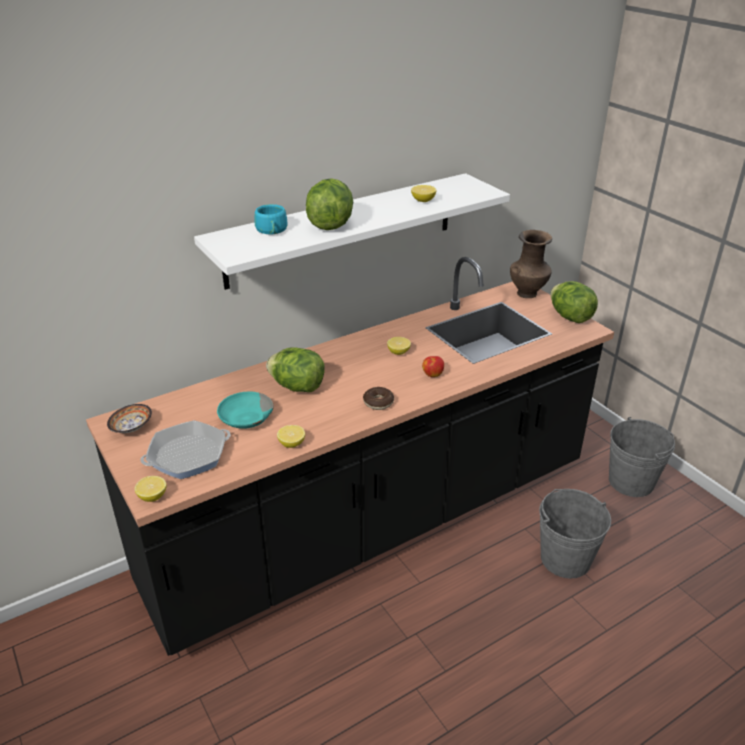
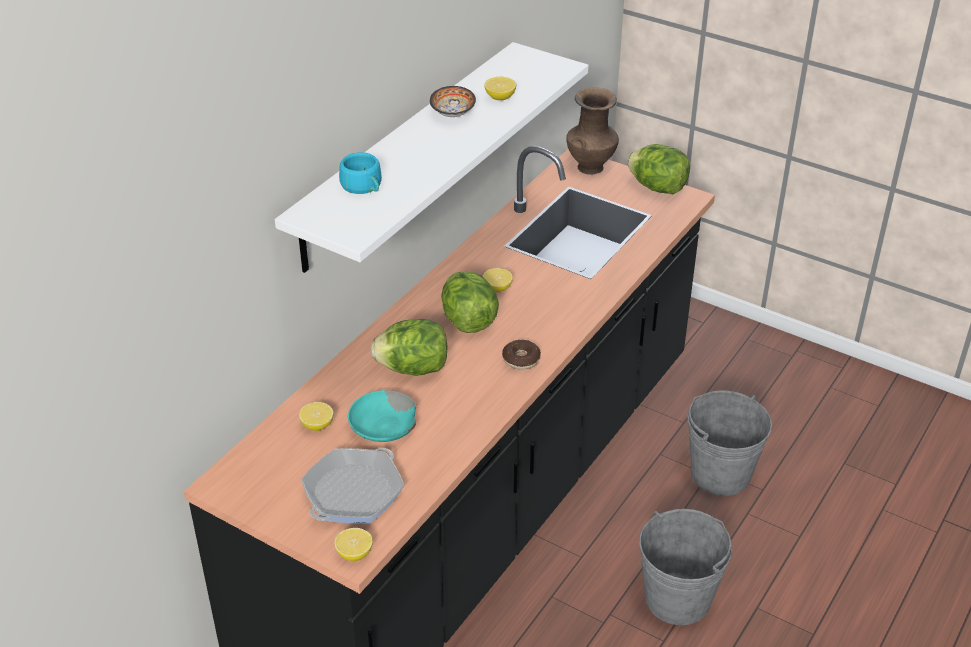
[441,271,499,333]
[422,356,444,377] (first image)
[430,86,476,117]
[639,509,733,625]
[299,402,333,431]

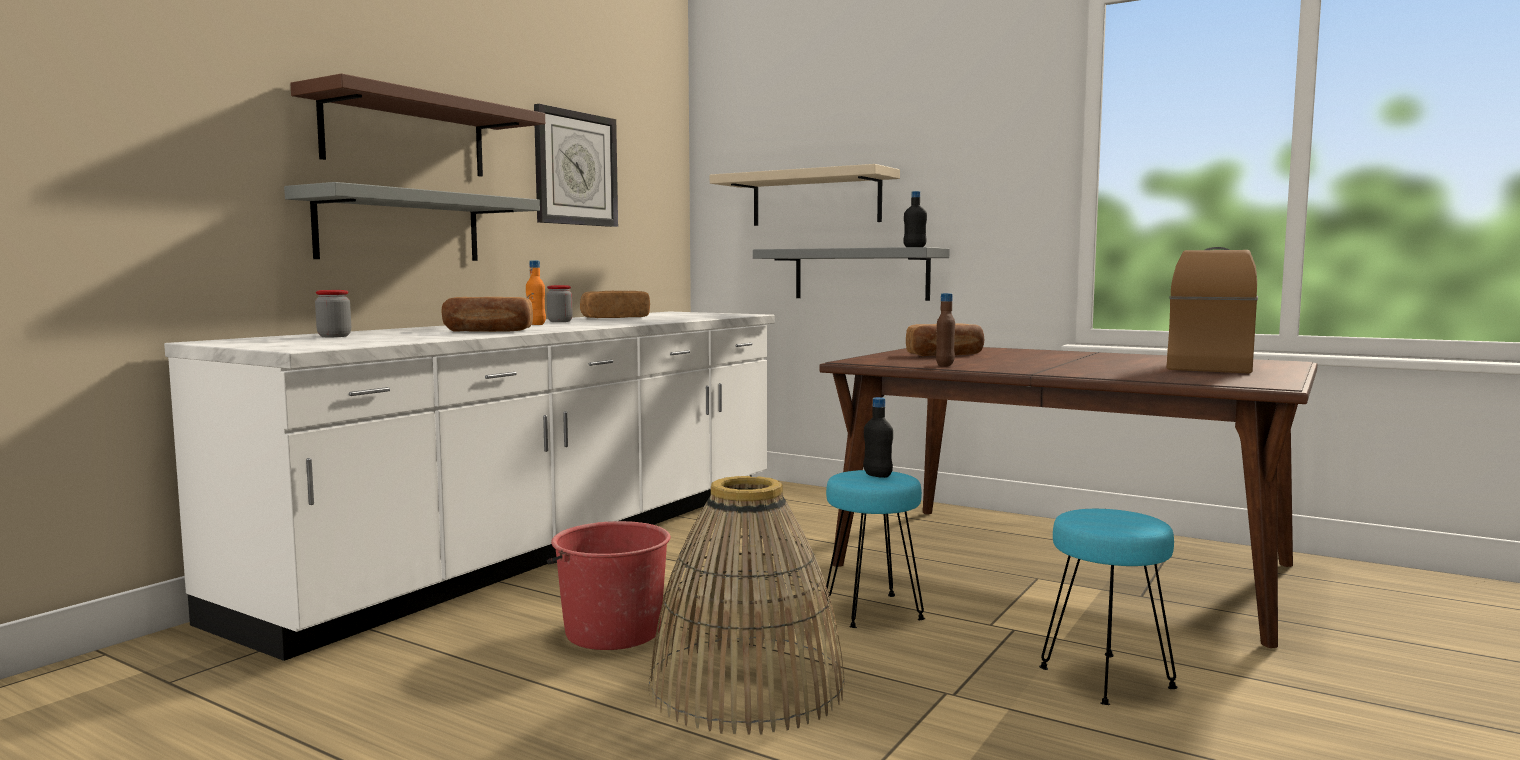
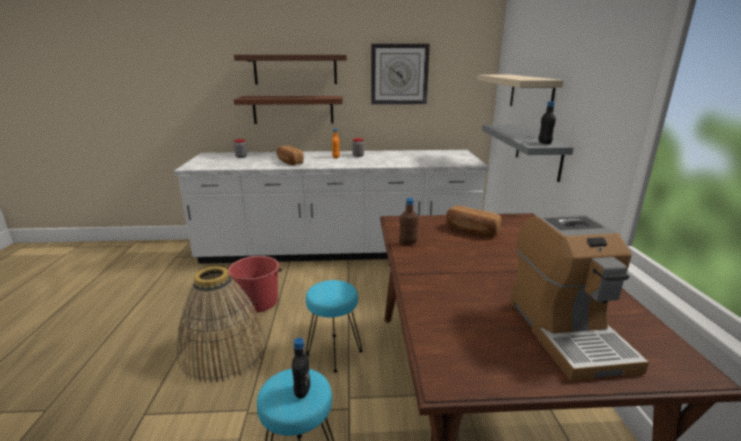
[234,96,343,124]
[510,214,649,381]
[580,291,650,318] (first image)
[292,338,310,399]

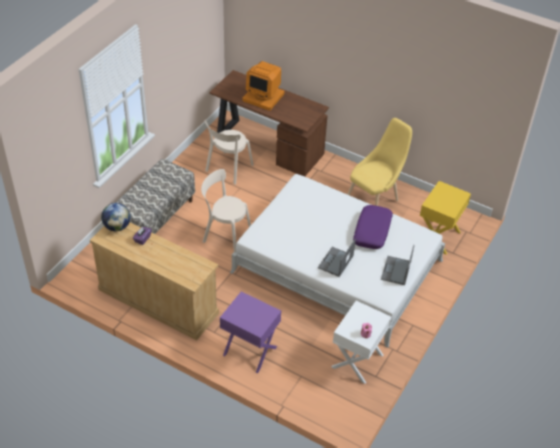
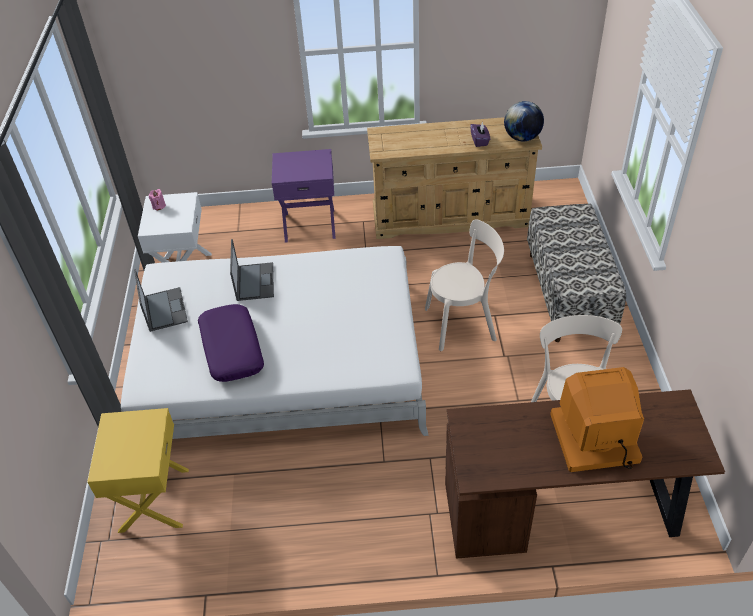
[347,118,412,206] (first image)

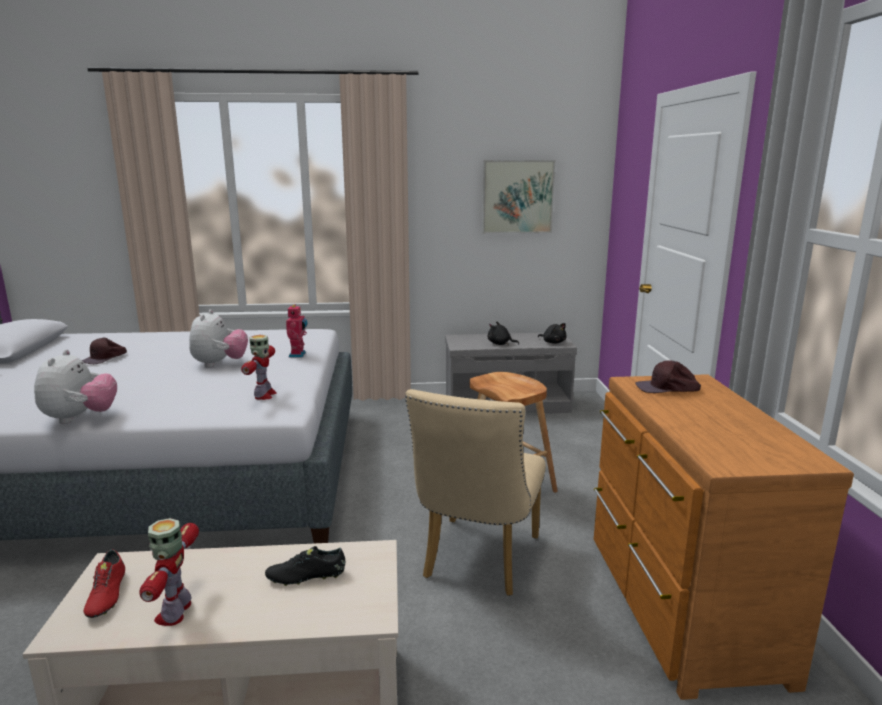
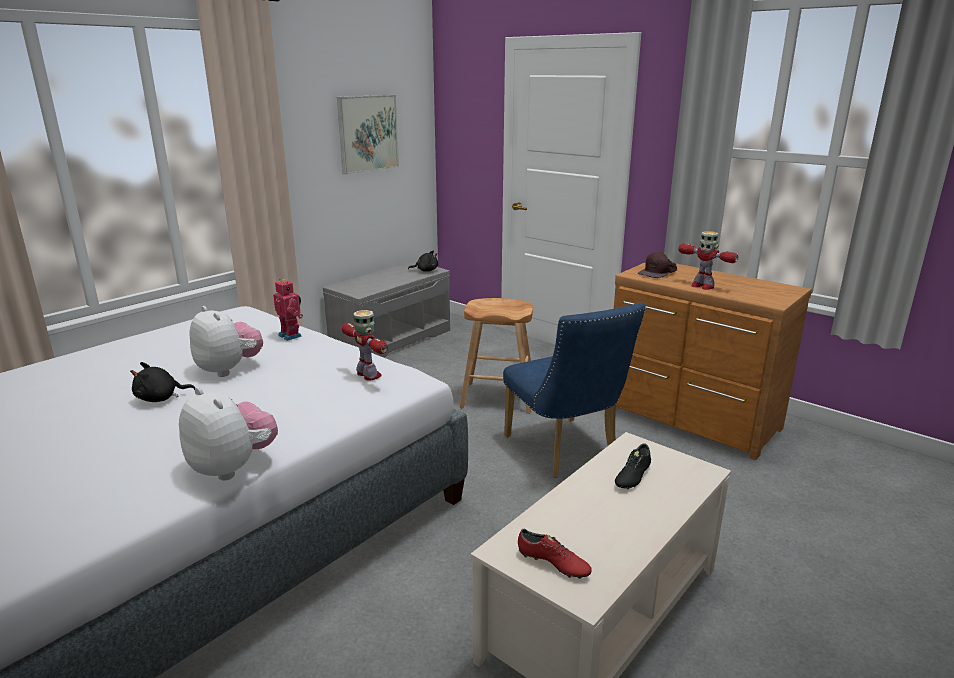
[130,362,195,402]
[82,337,127,364] (first image)
[503,302,646,478]
[678,231,738,290]

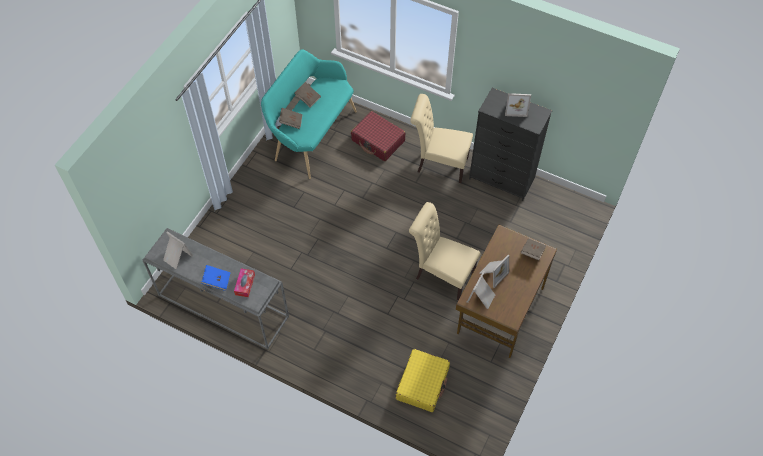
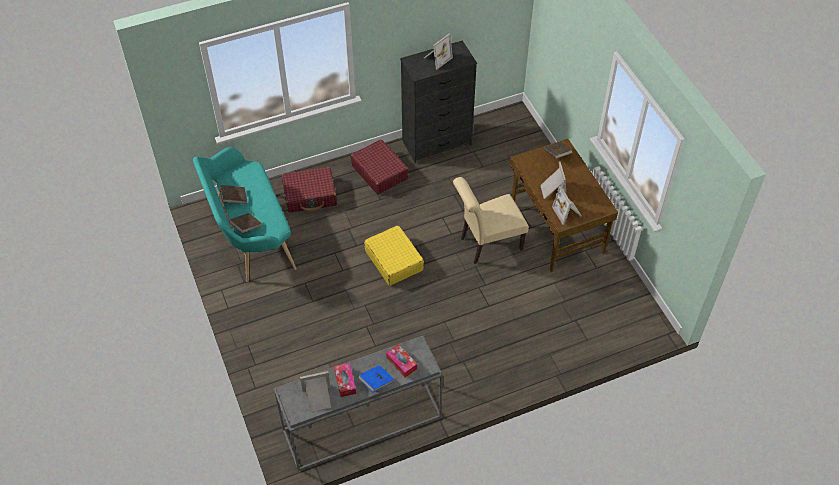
[351,139,409,194]
[364,225,424,286]
[334,363,356,397]

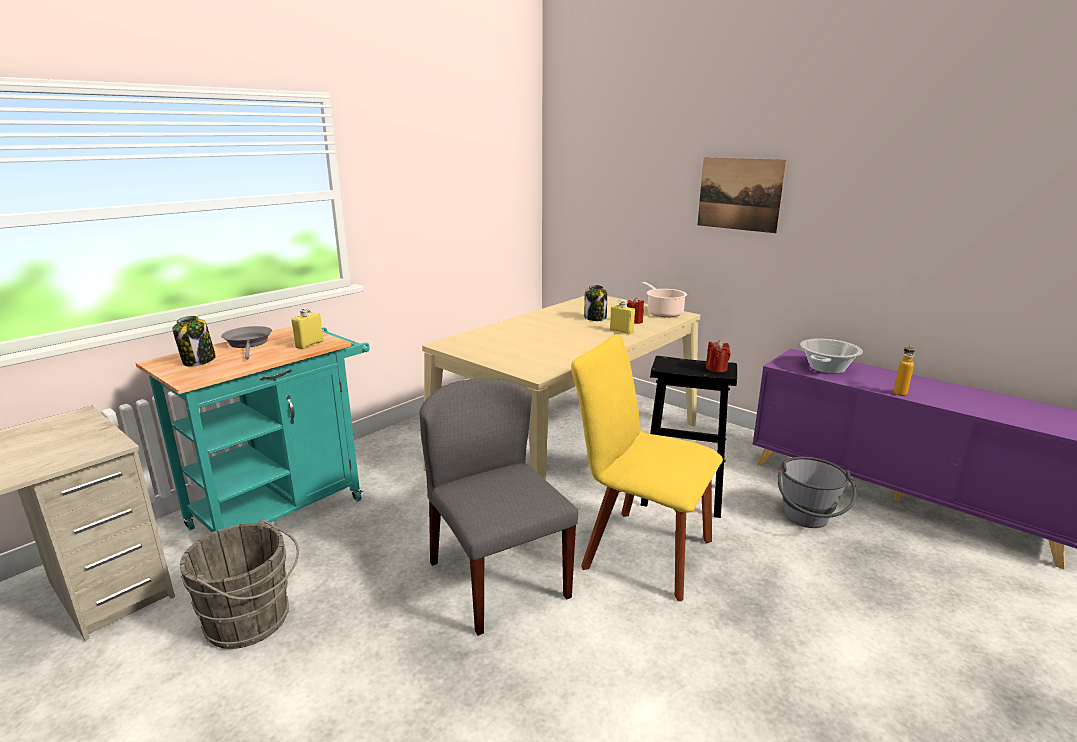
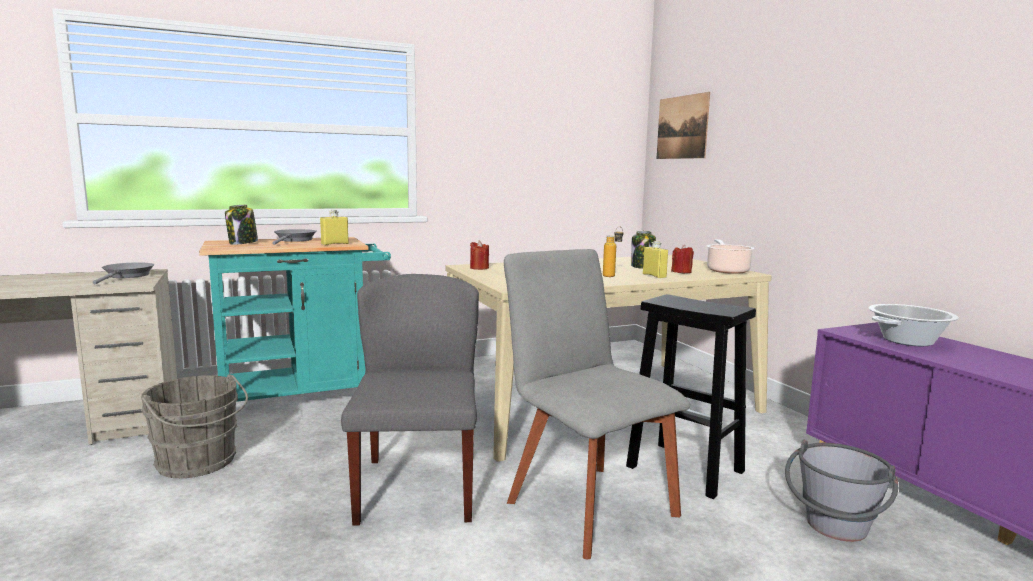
[657,92,710,159]
[504,249,690,559]
[470,241,489,270]
[603,226,624,277]
[93,262,155,285]

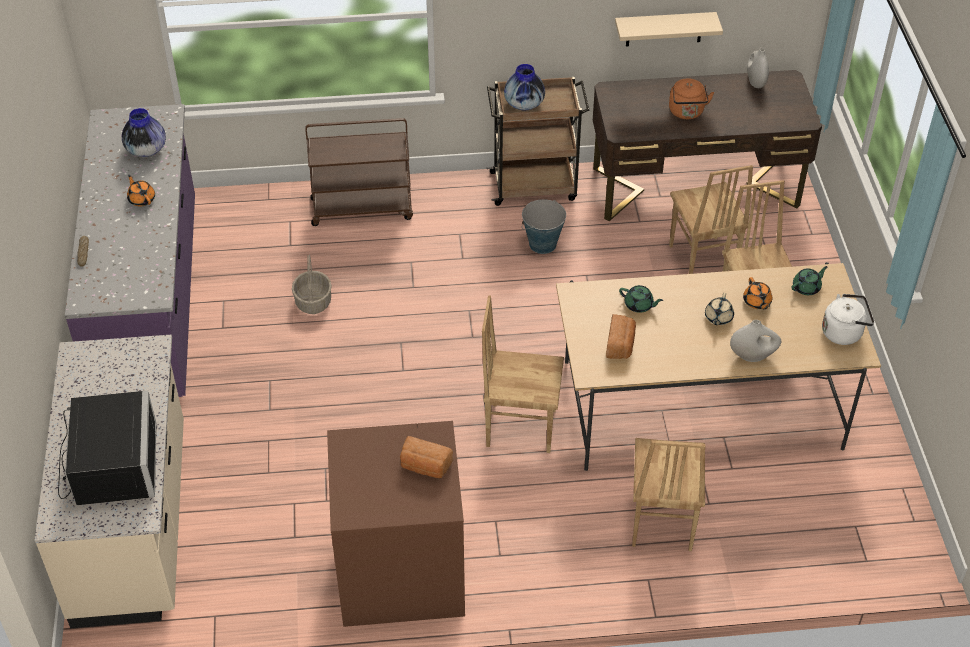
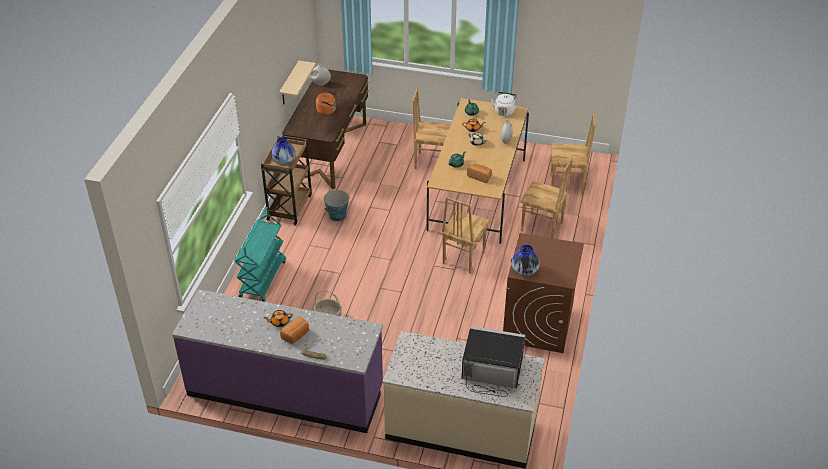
[511,245,540,276]
[234,207,286,302]
[551,112,595,195]
[280,316,309,344]

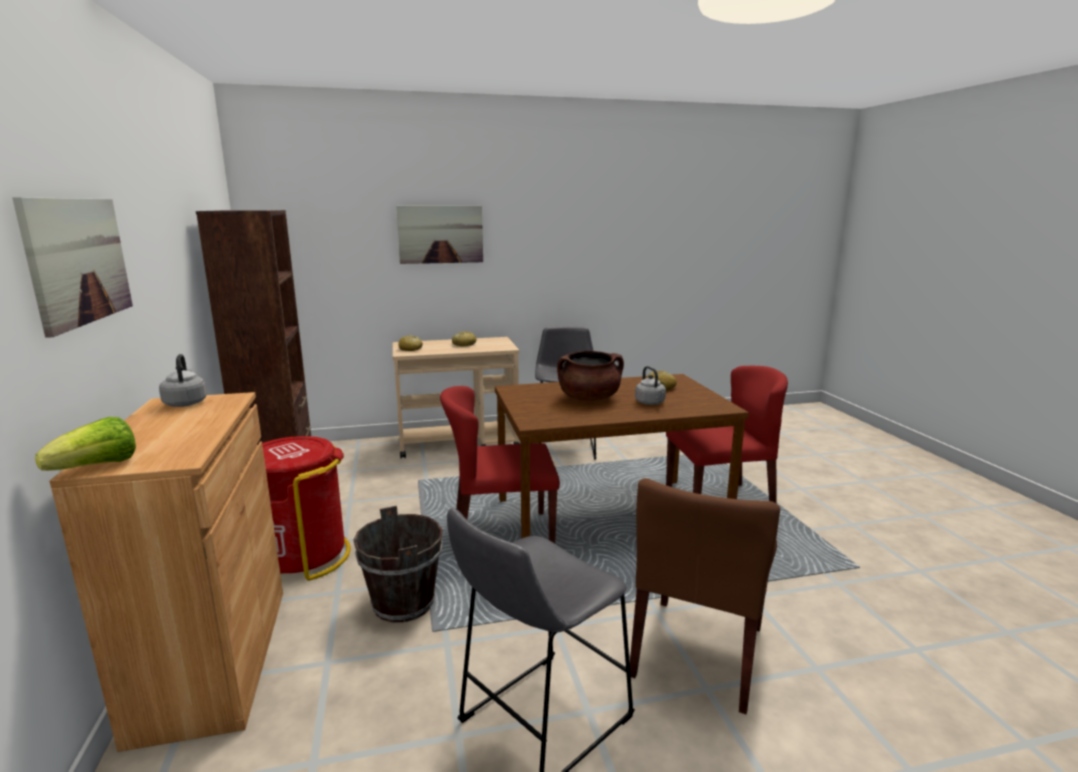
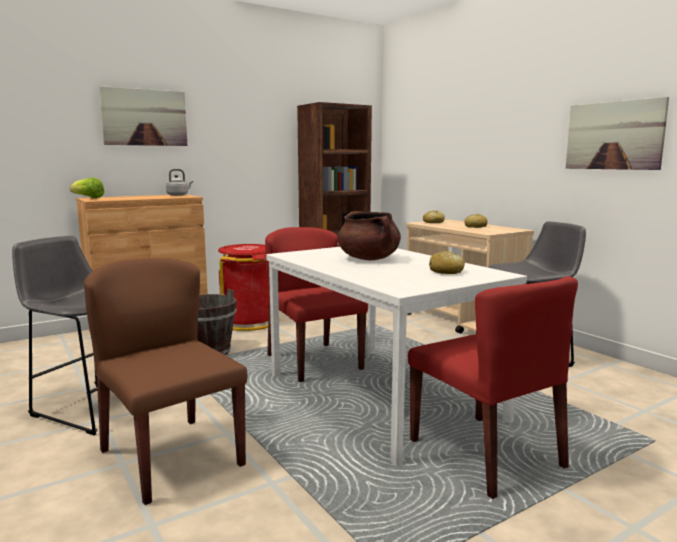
[566,97,669,170]
[635,366,666,405] (first image)
[266,247,527,466]
[84,258,247,505]

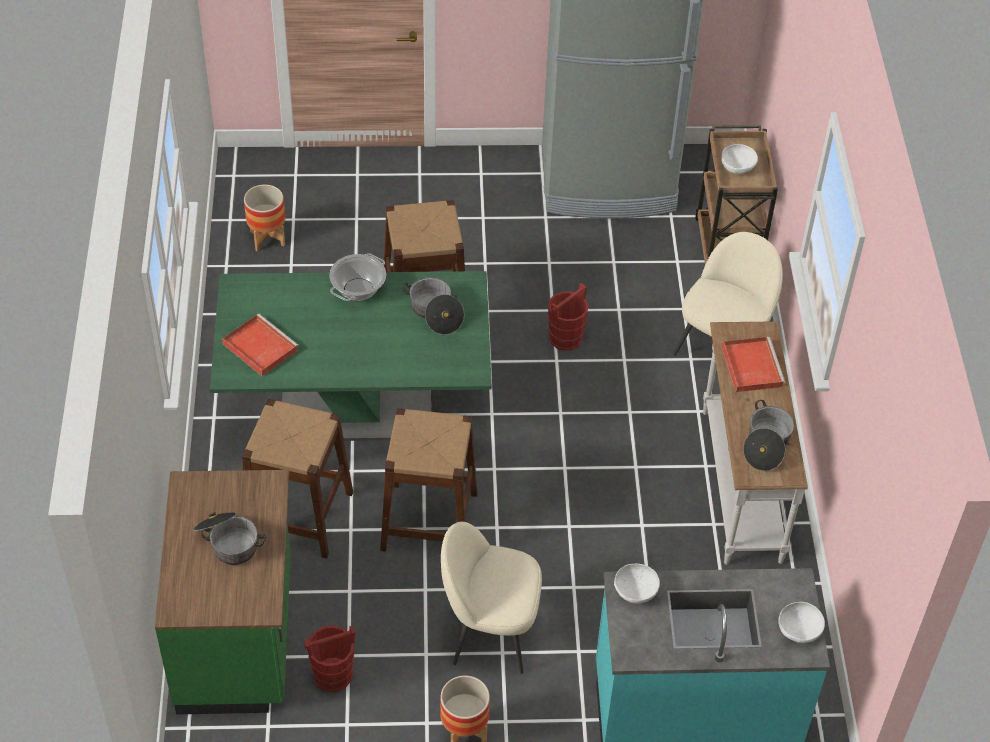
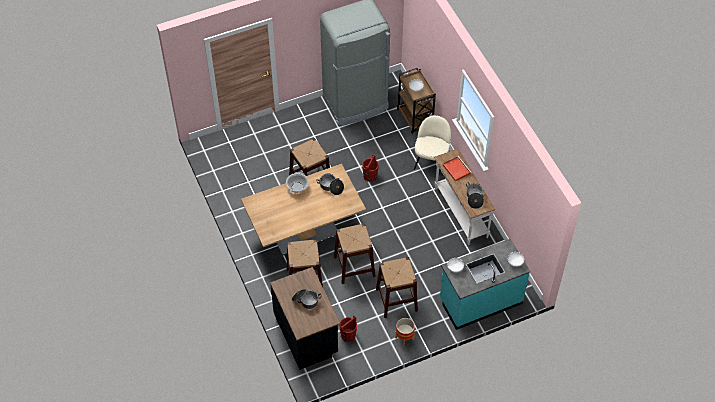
[244,185,285,251] (first image)
[241,164,366,255]
[222,314,299,376] (first image)
[270,267,340,370]
[376,257,418,318]

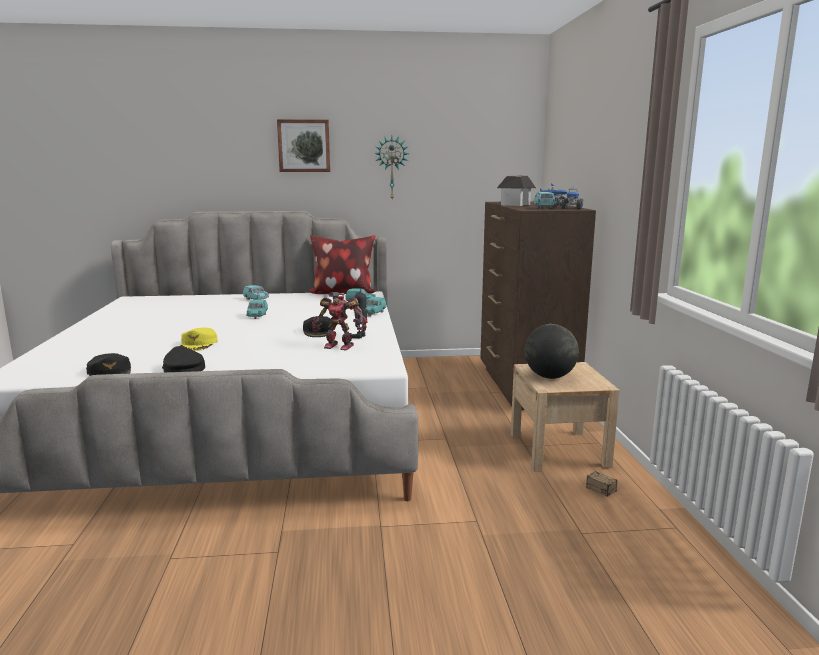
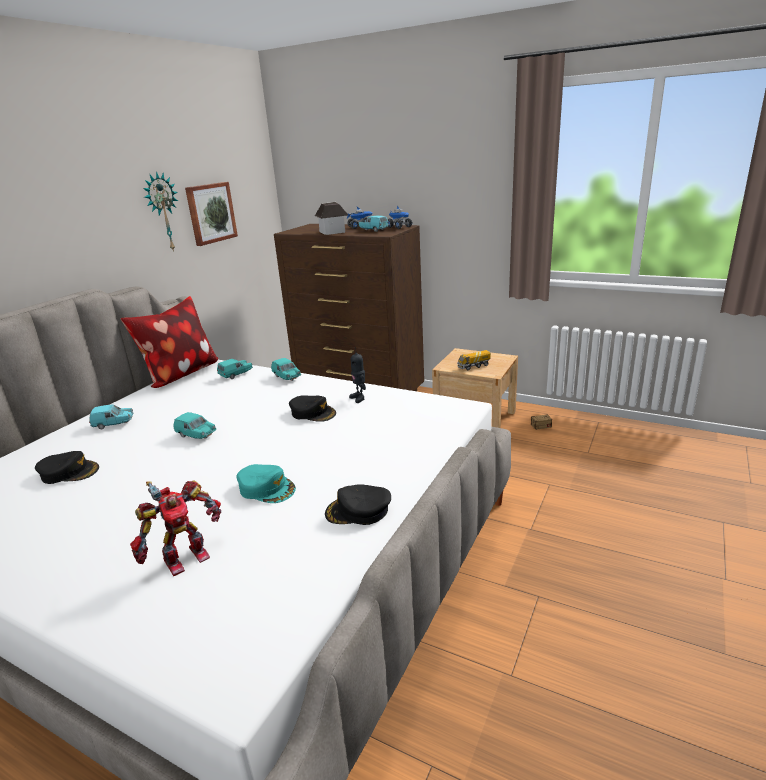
[185,182,238,246]
[130,480,221,576]
[457,350,491,370]
[236,464,296,503]
[35,451,99,484]

